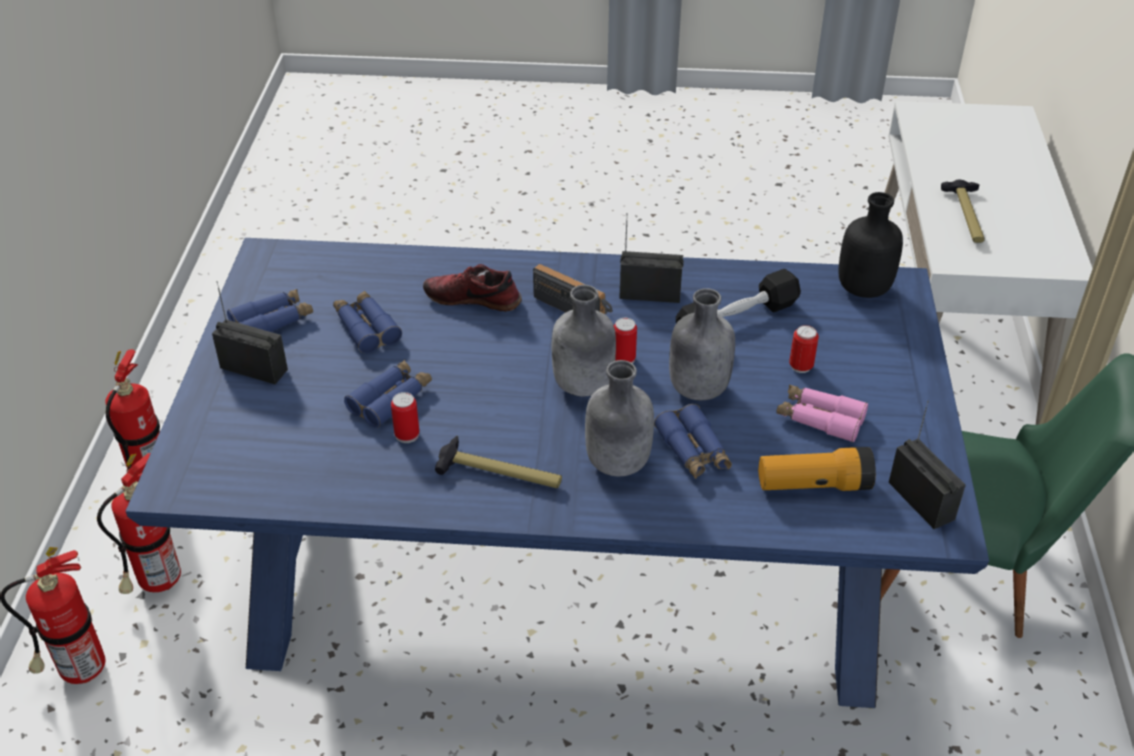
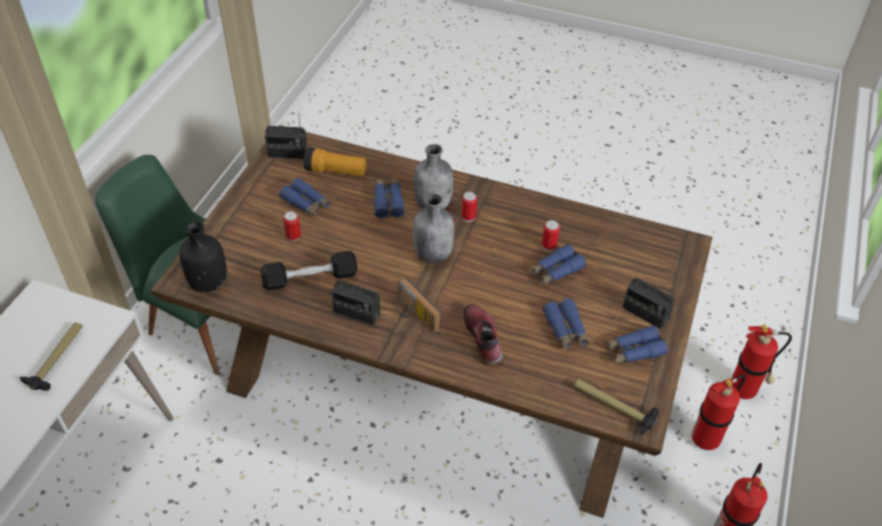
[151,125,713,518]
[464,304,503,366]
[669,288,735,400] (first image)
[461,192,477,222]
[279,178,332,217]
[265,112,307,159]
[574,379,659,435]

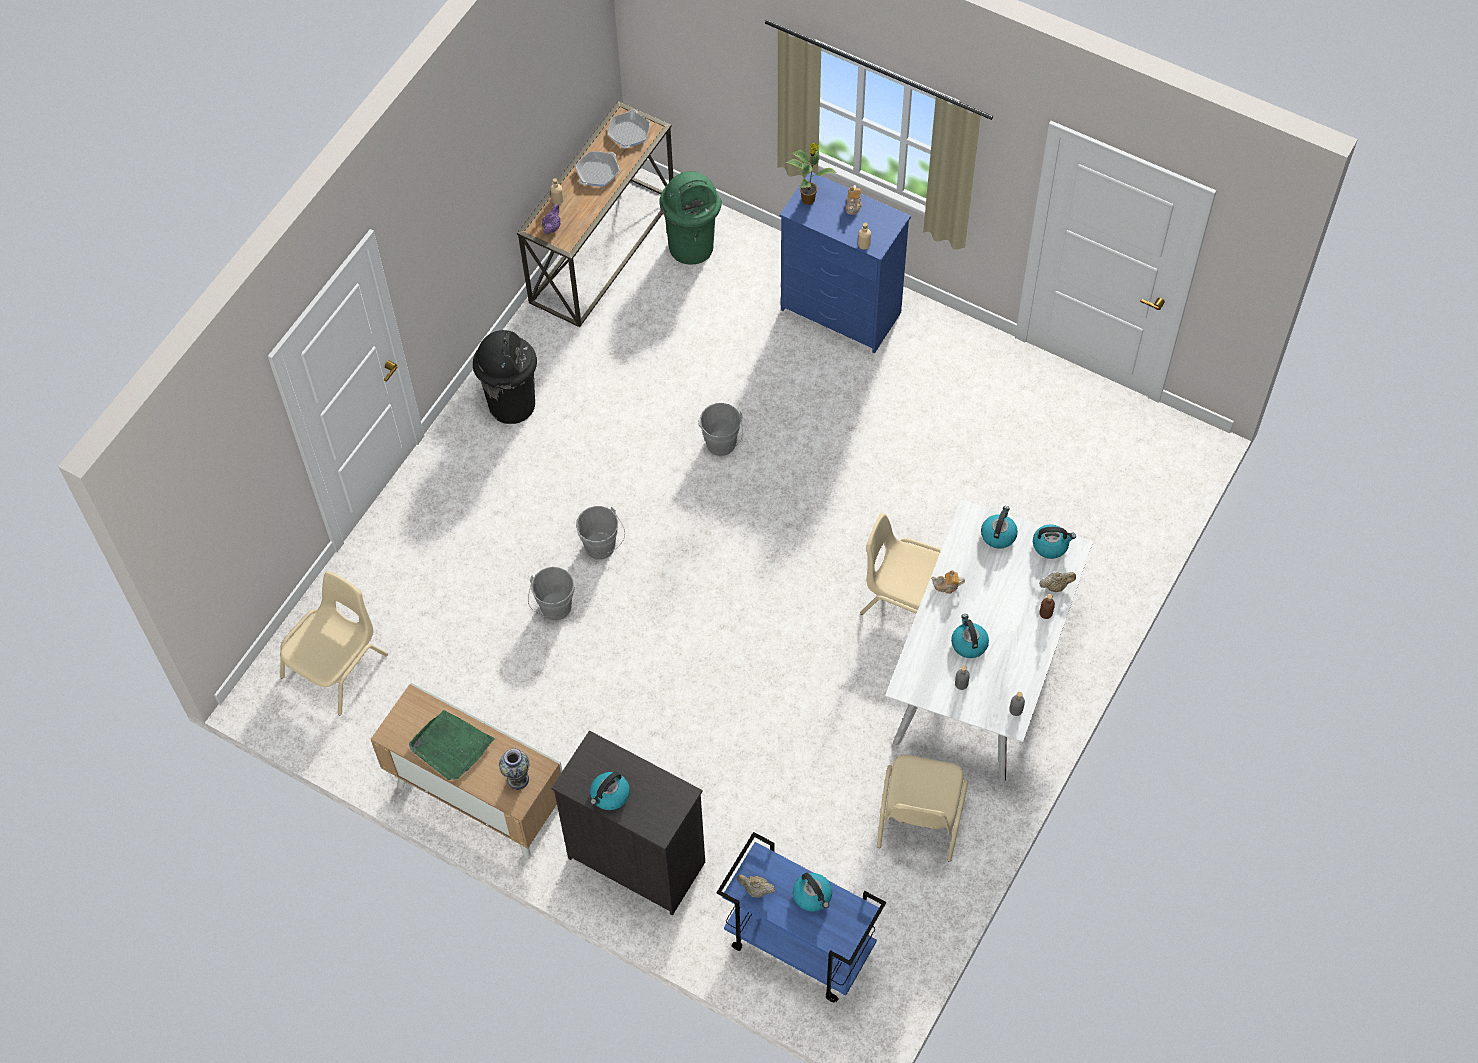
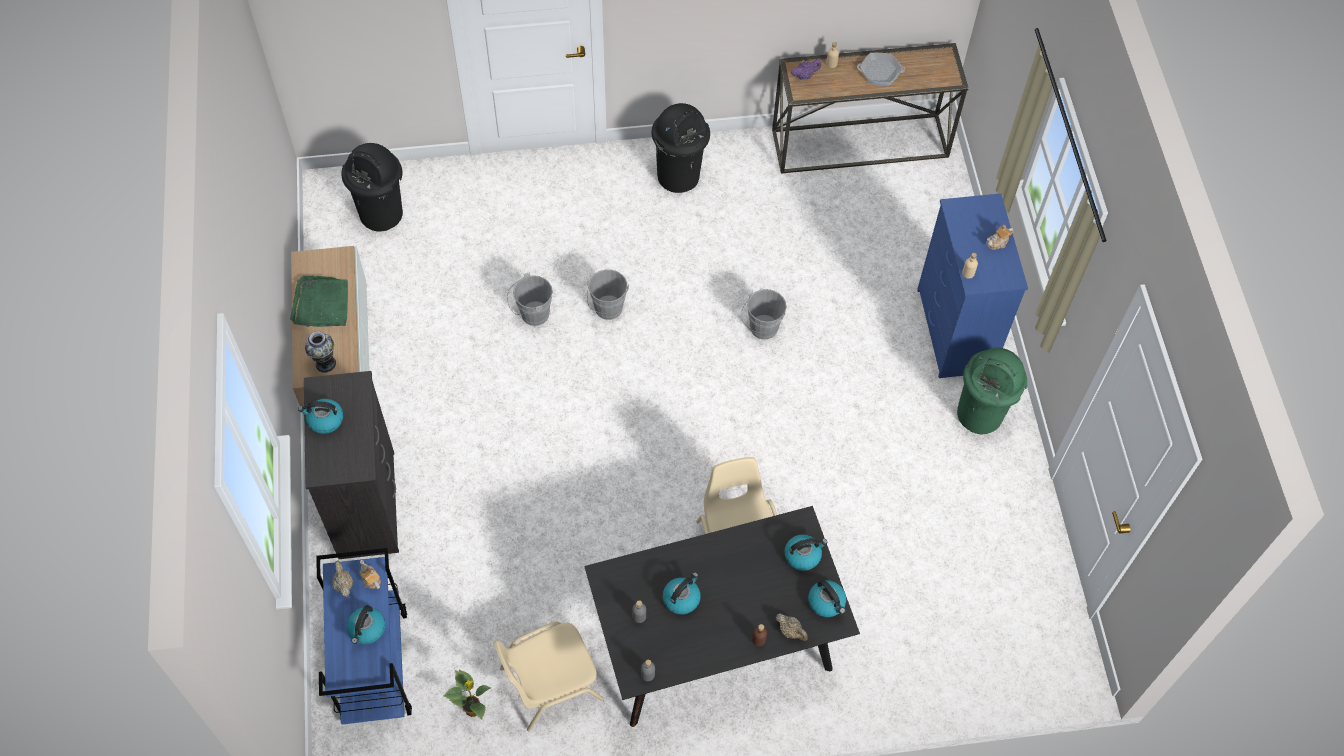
[608,110,650,148] (first image)
[444,670,491,720]
[957,348,1027,435]
[584,506,860,727]
[359,560,381,589]
[341,143,403,232]

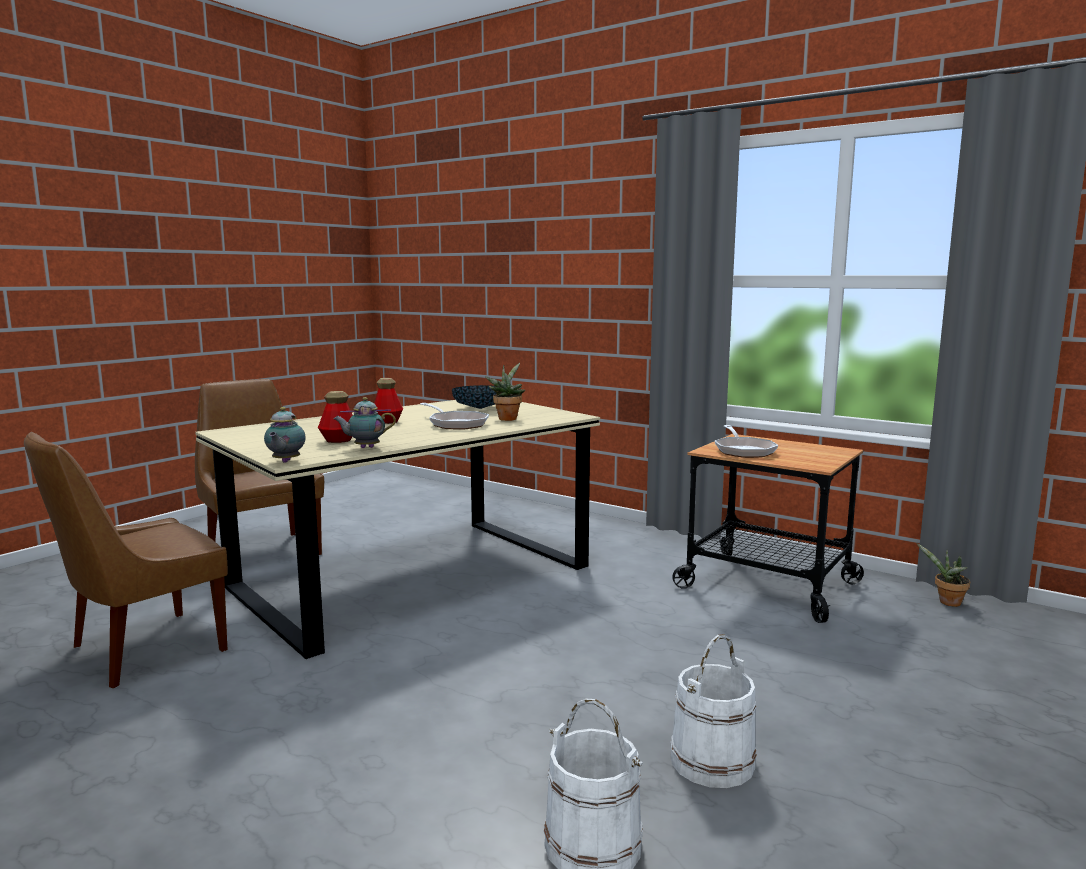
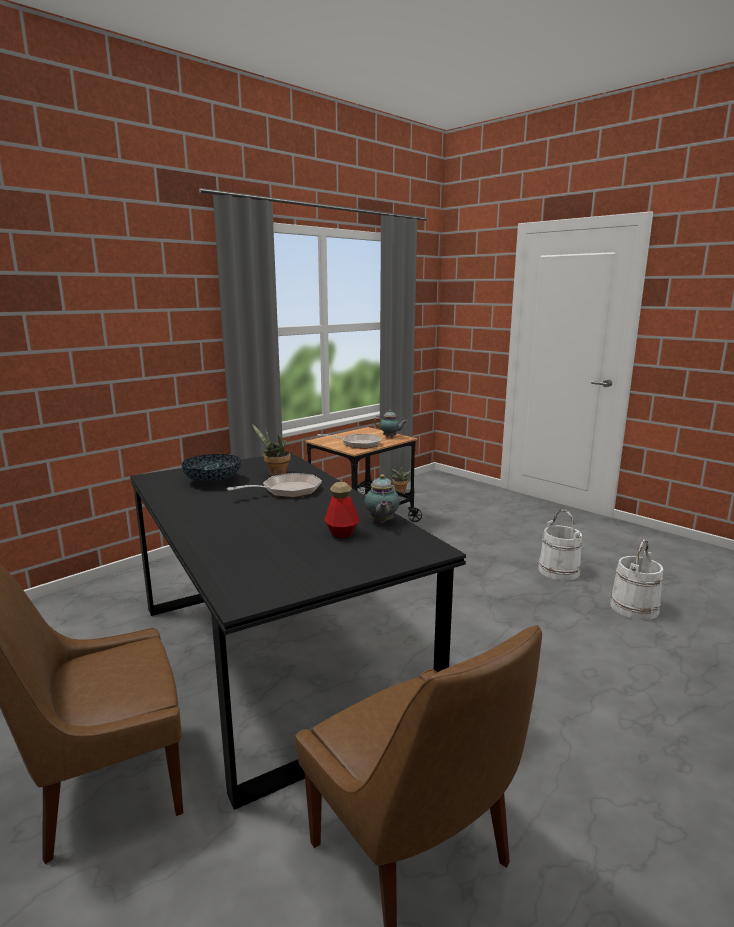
[374,378,403,424] (first image)
[130,452,466,810]
[374,410,407,437]

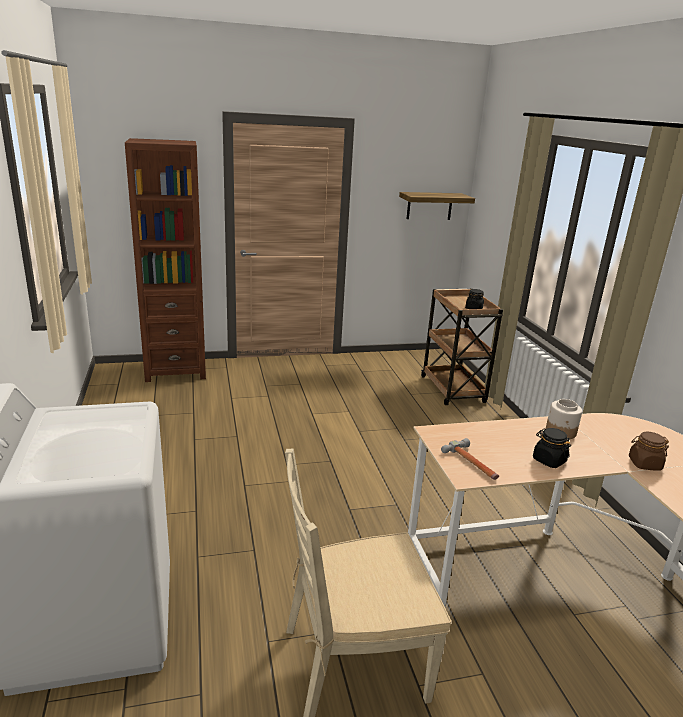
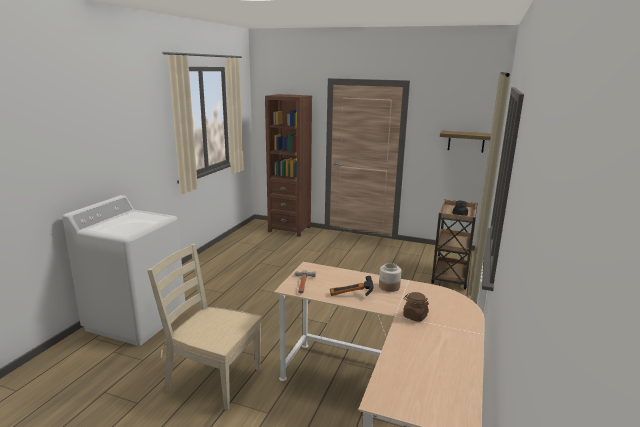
[330,276,373,296]

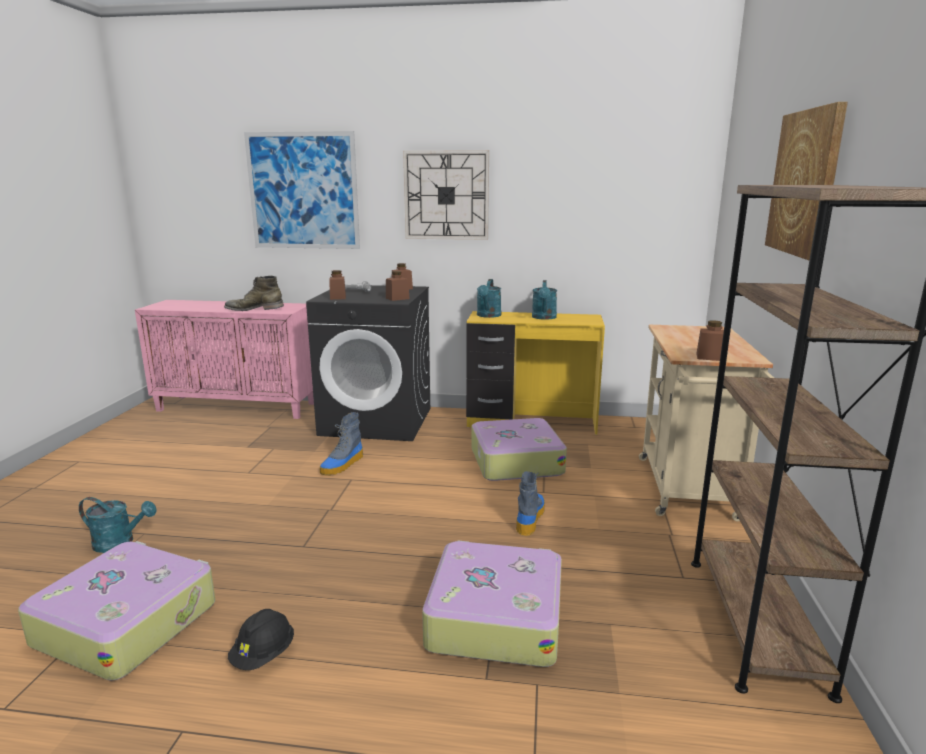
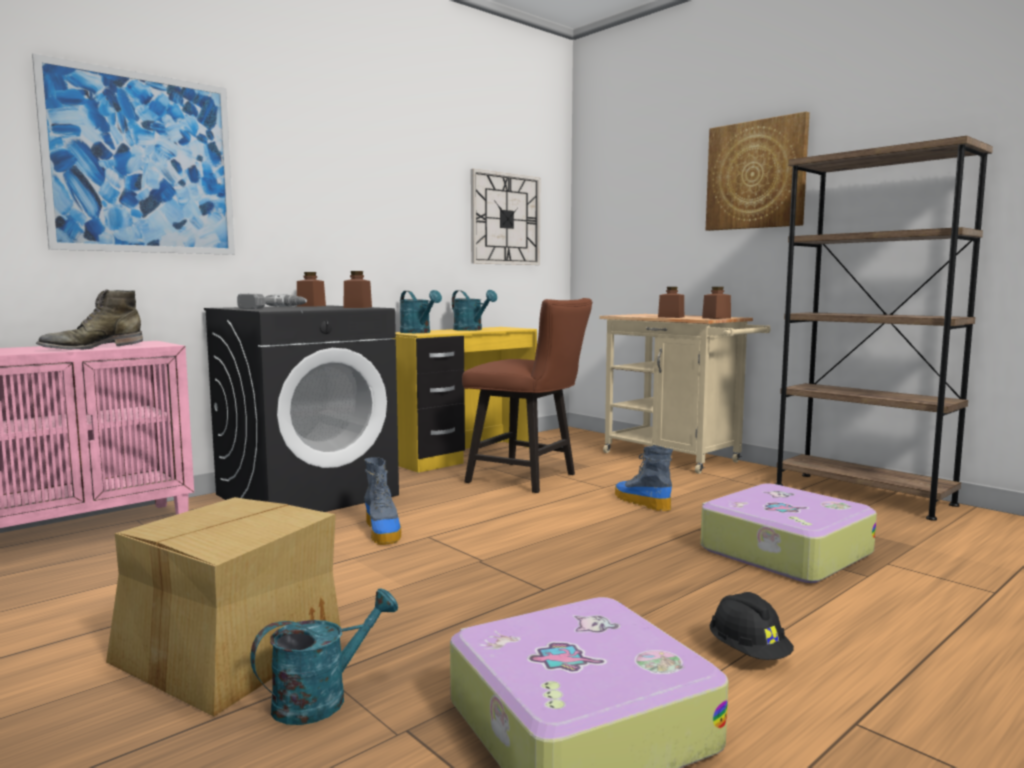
[471,169,540,265]
[658,287,684,318]
[462,298,592,493]
[106,497,341,717]

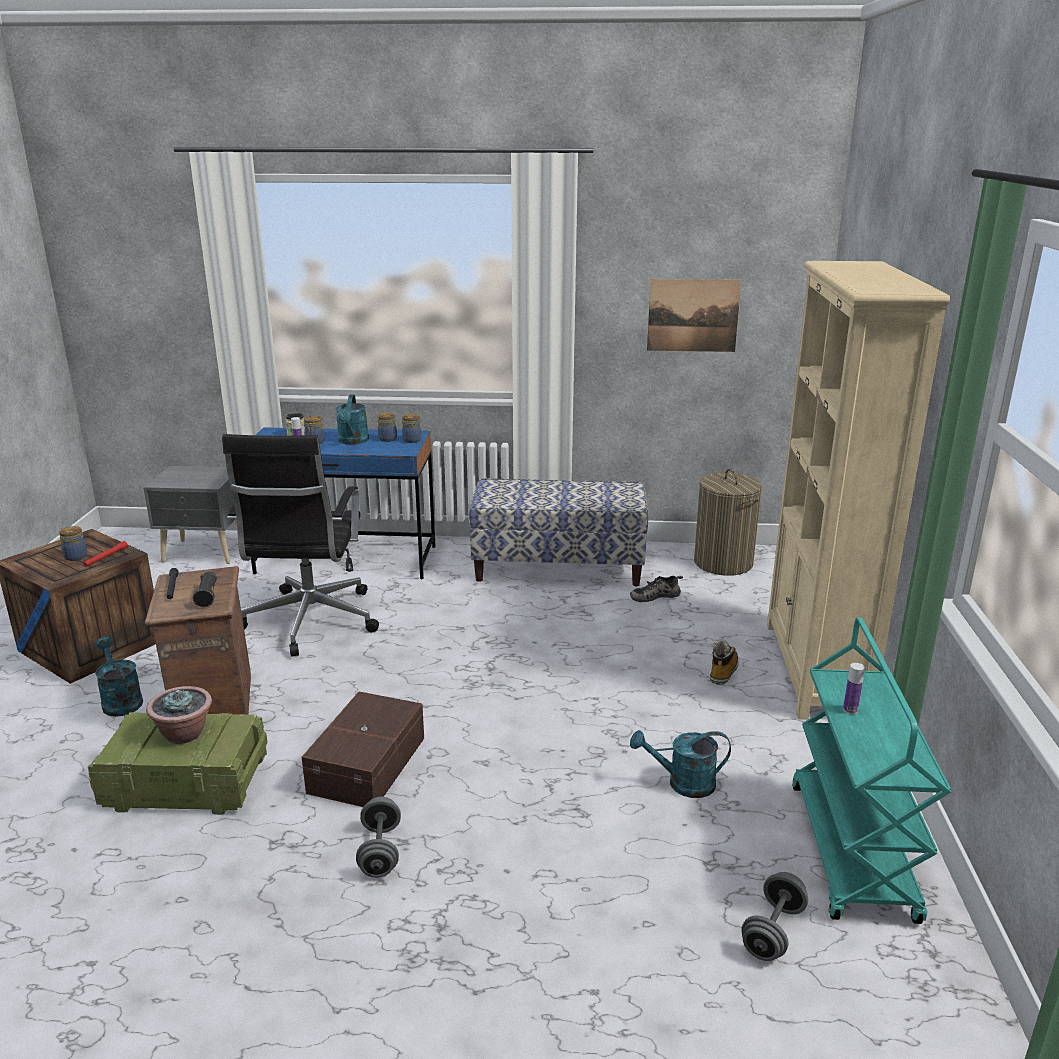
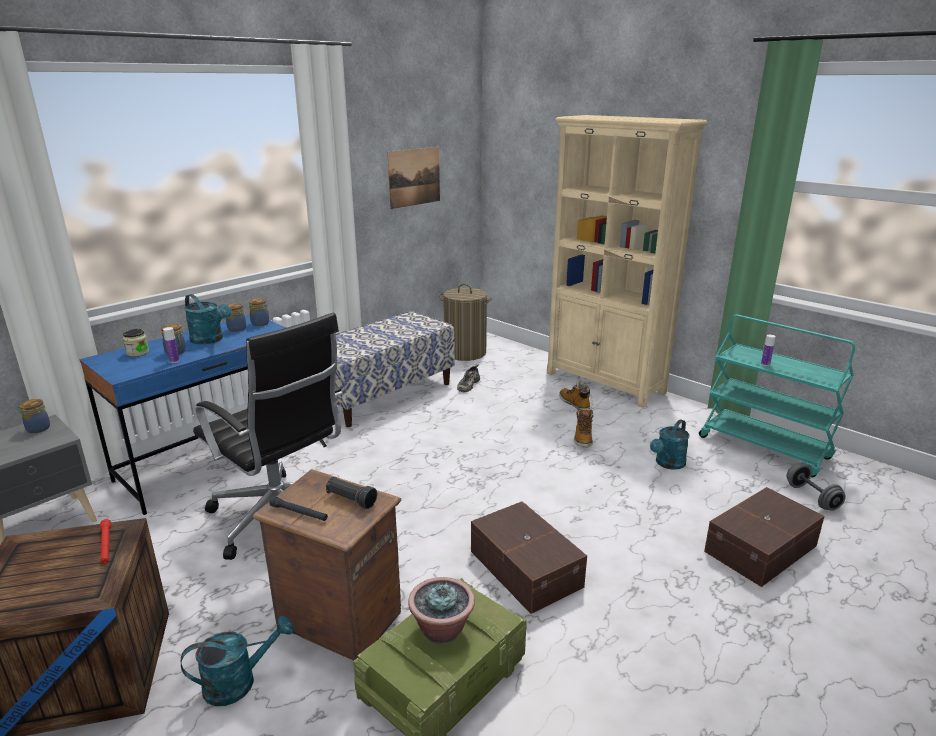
[19,399,50,433]
[181,616,294,706]
[356,797,401,878] (first image)
[574,408,594,447]
[704,487,825,587]

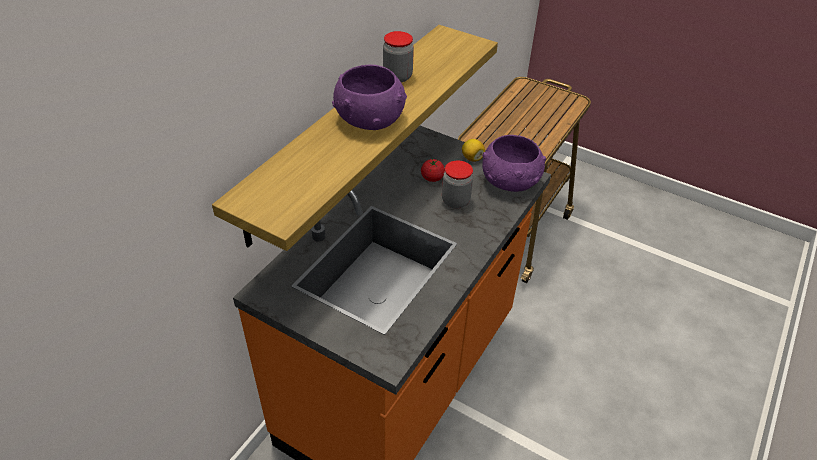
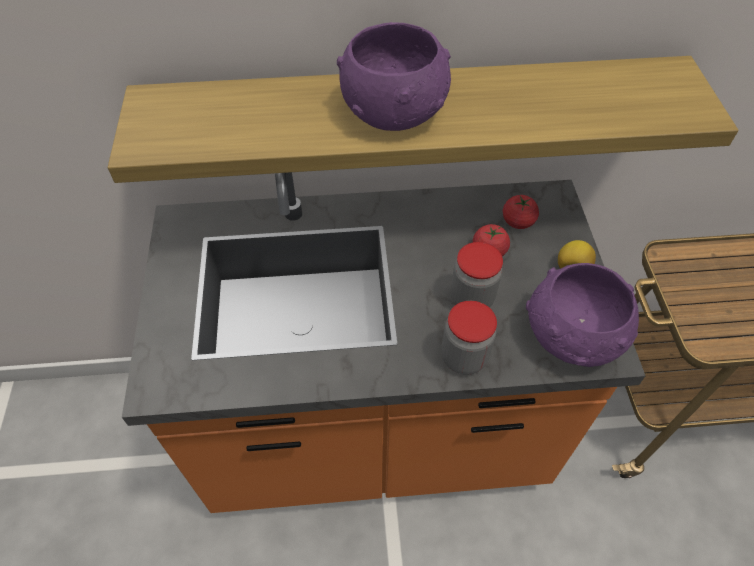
[441,301,497,375]
[503,195,539,229]

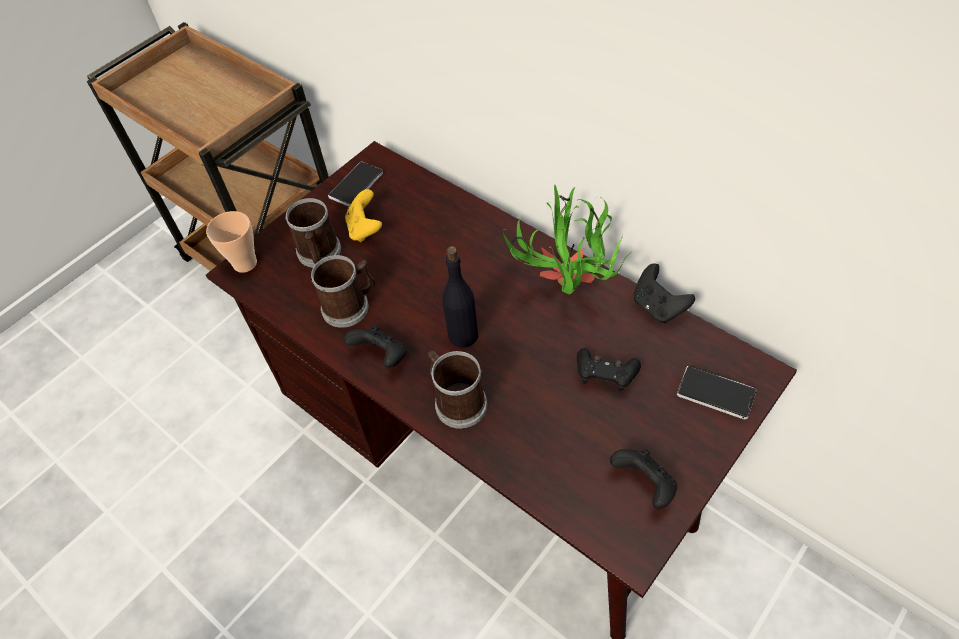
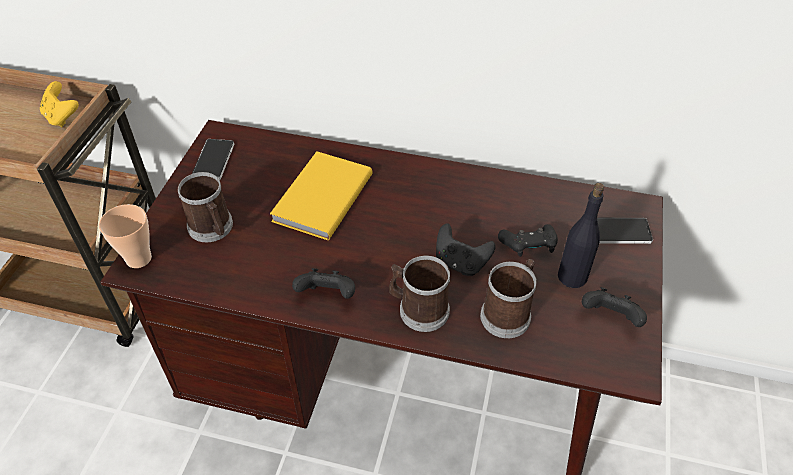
[503,185,630,294] (first image)
[40,81,79,127]
[558,183,604,288]
[480,259,537,338]
[436,223,496,276]
[270,151,373,240]

